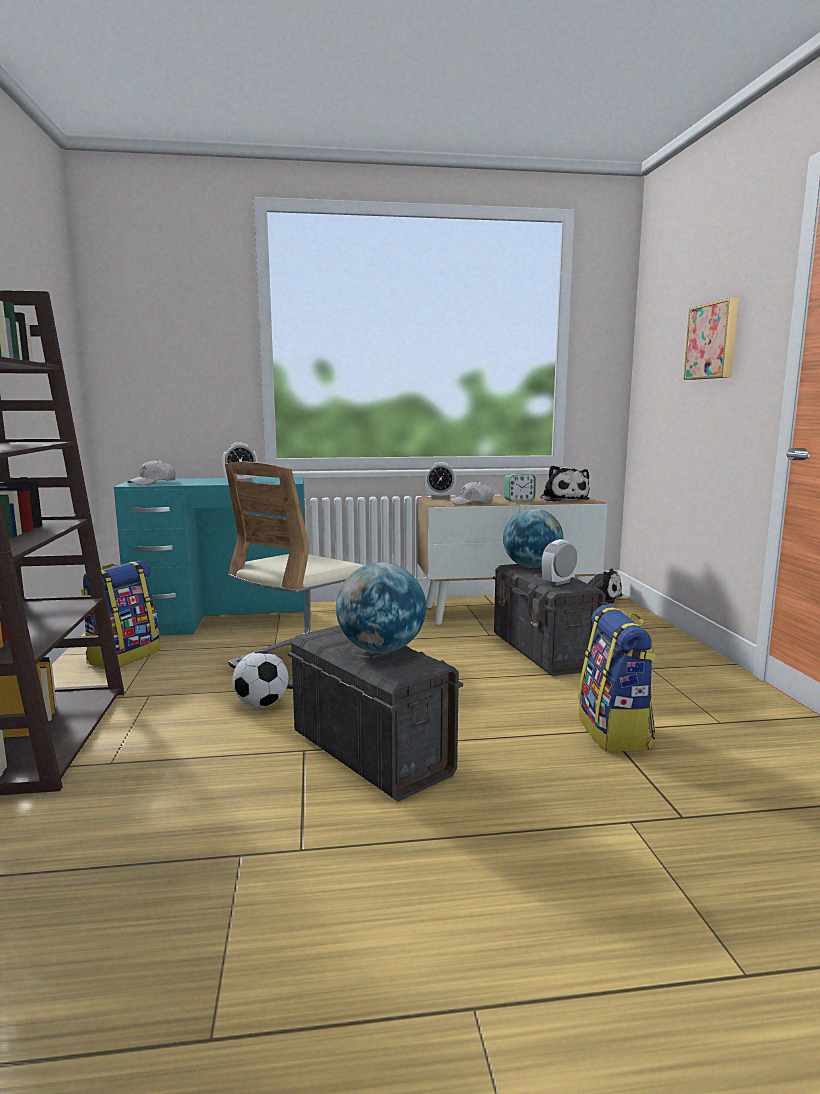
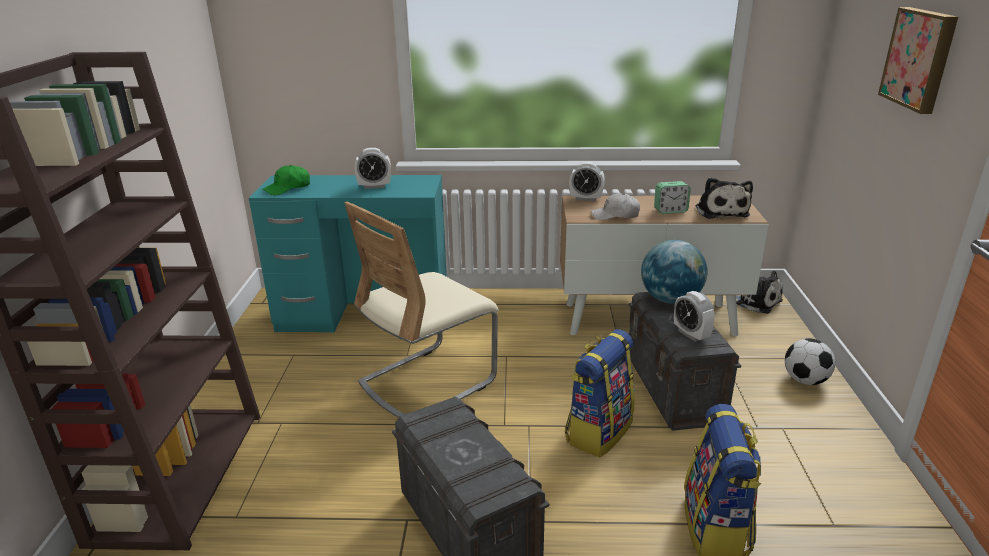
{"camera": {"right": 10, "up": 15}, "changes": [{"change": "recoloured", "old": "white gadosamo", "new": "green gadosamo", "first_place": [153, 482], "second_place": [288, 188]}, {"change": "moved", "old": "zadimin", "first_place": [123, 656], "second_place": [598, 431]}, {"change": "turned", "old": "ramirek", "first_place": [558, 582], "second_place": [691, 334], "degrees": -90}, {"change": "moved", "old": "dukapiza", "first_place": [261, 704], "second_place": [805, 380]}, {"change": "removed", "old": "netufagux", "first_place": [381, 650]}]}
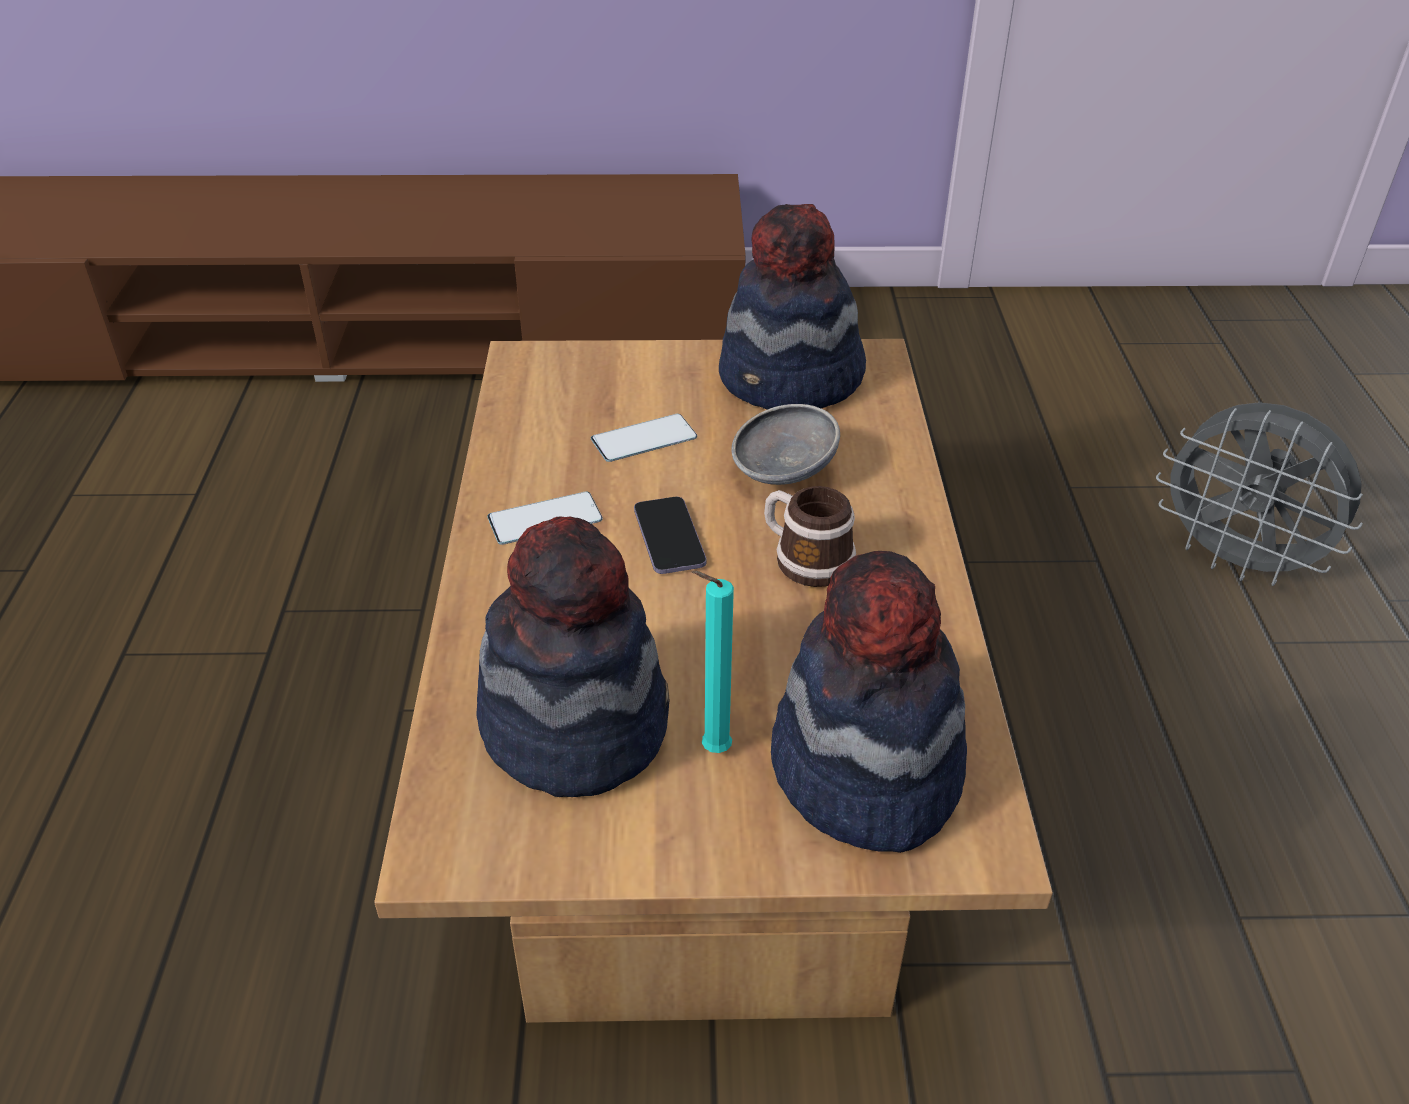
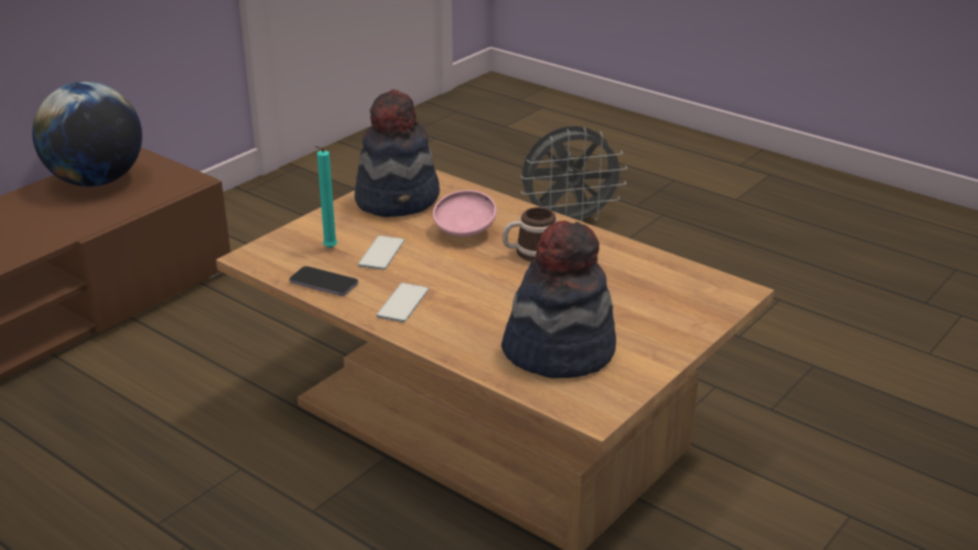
{"camera": {"right": -50, "up": -10}, "changes": [{"change": "added", "new": "netufagux", "second_place": [96, 181]}, {"change": "moved", "old": "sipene", "first_place": [669, 538], "second_place": [324, 283]}, {"change": "moved", "old": "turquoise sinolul", "first_place": [711, 750], "second_place": [329, 249]}, {"change": "recoloured", "old": "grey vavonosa", "new": "pink vavonosa", "first_place": [781, 473], "second_place": [464, 232]}, {"change": "removed", "old": "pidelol", "first_place": [864, 772]}]}
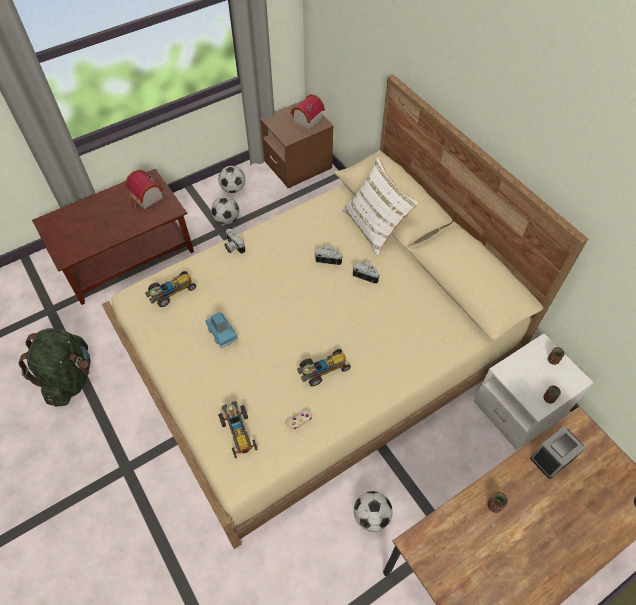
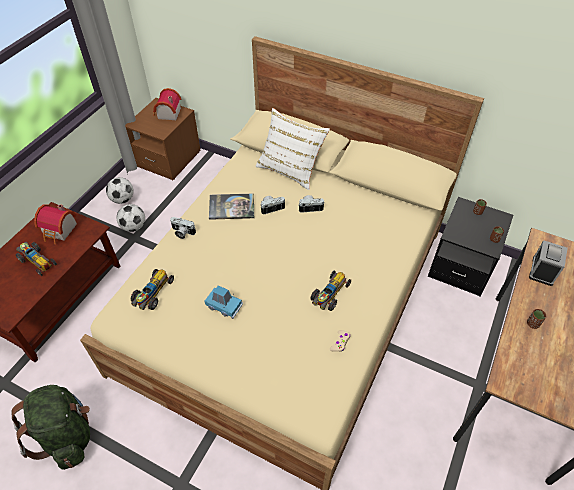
{"camera": {"right": -30, "up": -5}, "changes": [{"change": "moved", "old": "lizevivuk", "first_place": [238, 431], "second_place": [37, 261]}, {"change": "added", "new": "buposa", "second_place": [231, 207]}, {"change": "recoloured", "old": "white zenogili", "new": "black zenogili", "first_place": [519, 408], "second_place": [461, 265]}, {"change": "removed", "old": "dukapiza", "first_place": [371, 516]}]}
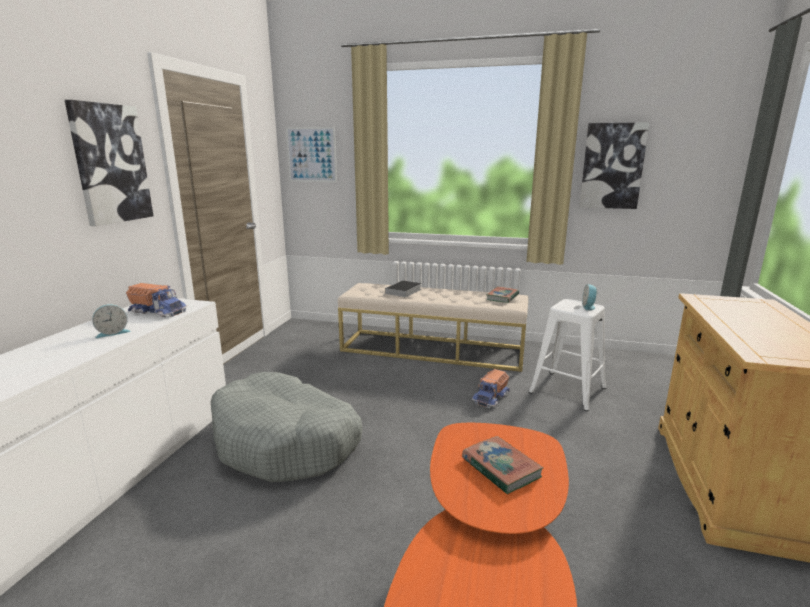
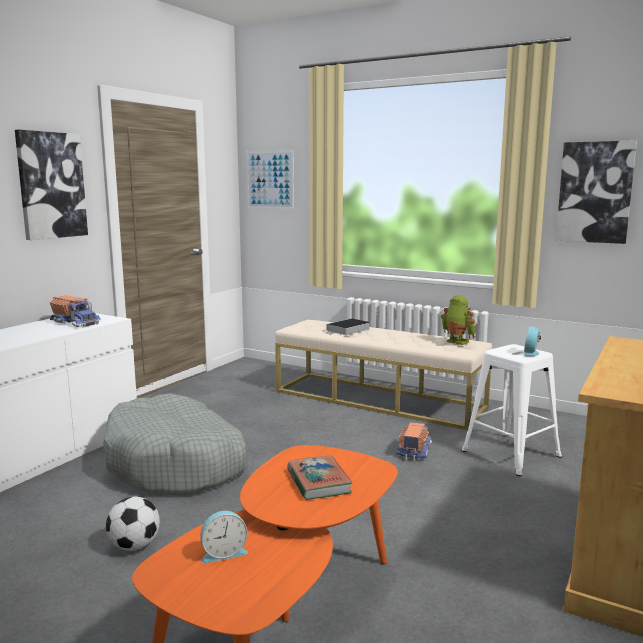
{"camera": {"right": 15, "up": -5}, "changes": [{"change": "added", "new": "dukapiza", "second_place": [134, 546]}, {"change": "moved", "old": "ramirek", "first_place": [112, 333], "second_place": [223, 553]}, {"change": "turned", "old": "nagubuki", "first_place": [491, 397], "second_place": [413, 450], "degrees": 150}, {"change": "replaced", "old": "buposa", "new": "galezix", "first_place": [502, 297], "second_place": [456, 342]}]}
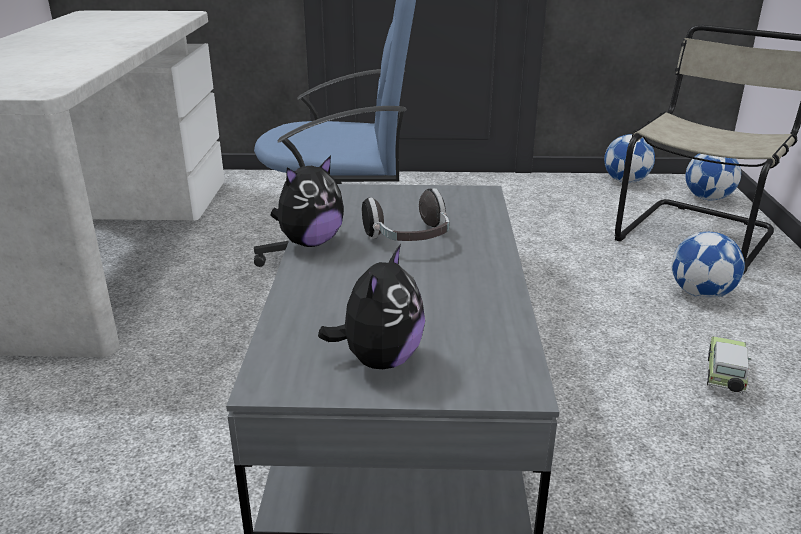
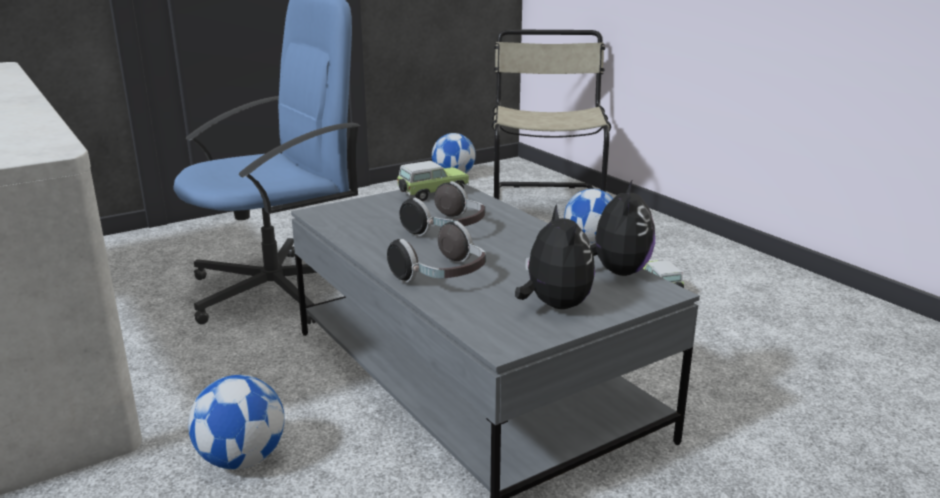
{"camera": {"right": -35, "up": -5}, "changes": [{"change": "moved", "old": "dukapiza", "first_place": [708, 198], "second_place": [242, 459]}, {"change": "added", "new": "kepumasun", "second_place": [442, 277]}, {"change": "added", "new": "lizevivuk", "second_place": [431, 194]}, {"change": "moved", "old": "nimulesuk", "first_place": [310, 242], "second_place": [617, 272]}]}
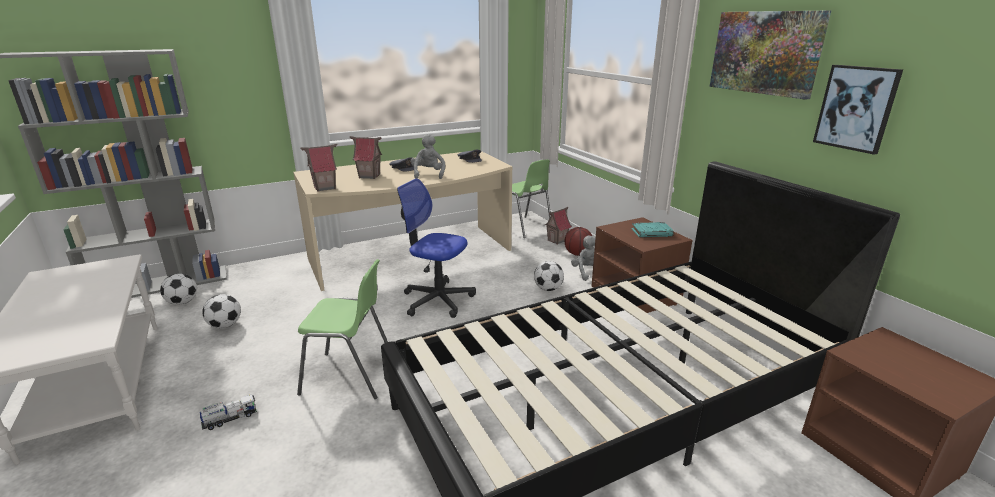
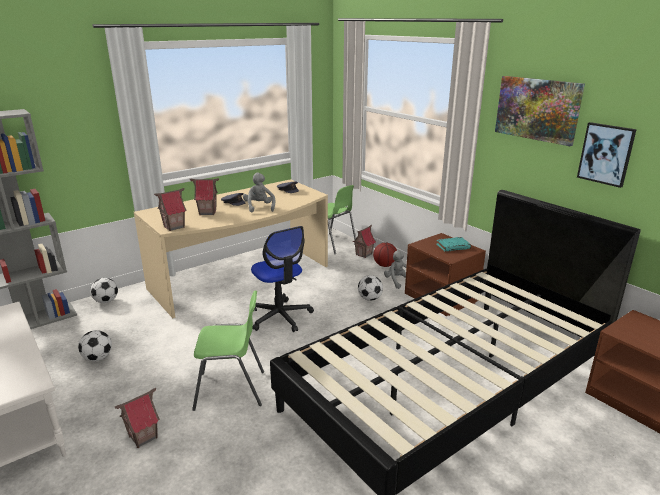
{"camera": {"right": -10, "up": 0}, "changes": [{"change": "moved", "old": "dukapiza", "first_place": [182, 302], "second_place": [106, 301]}, {"change": "replaced", "old": "nagubuki", "new": "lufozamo", "first_place": [230, 419], "second_place": [143, 437]}, {"change": "turned", "old": "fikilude", "first_place": [438, 300], "second_place": [280, 317], "degrees": -135}]}
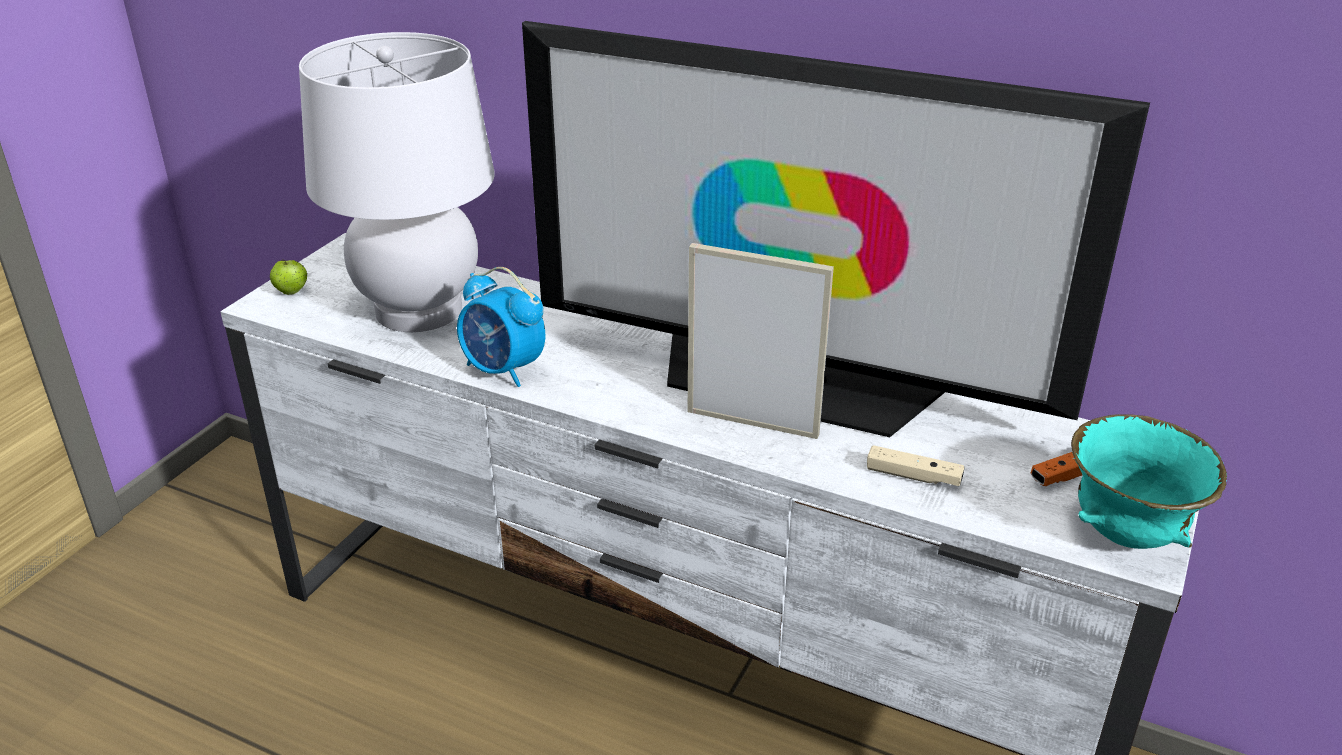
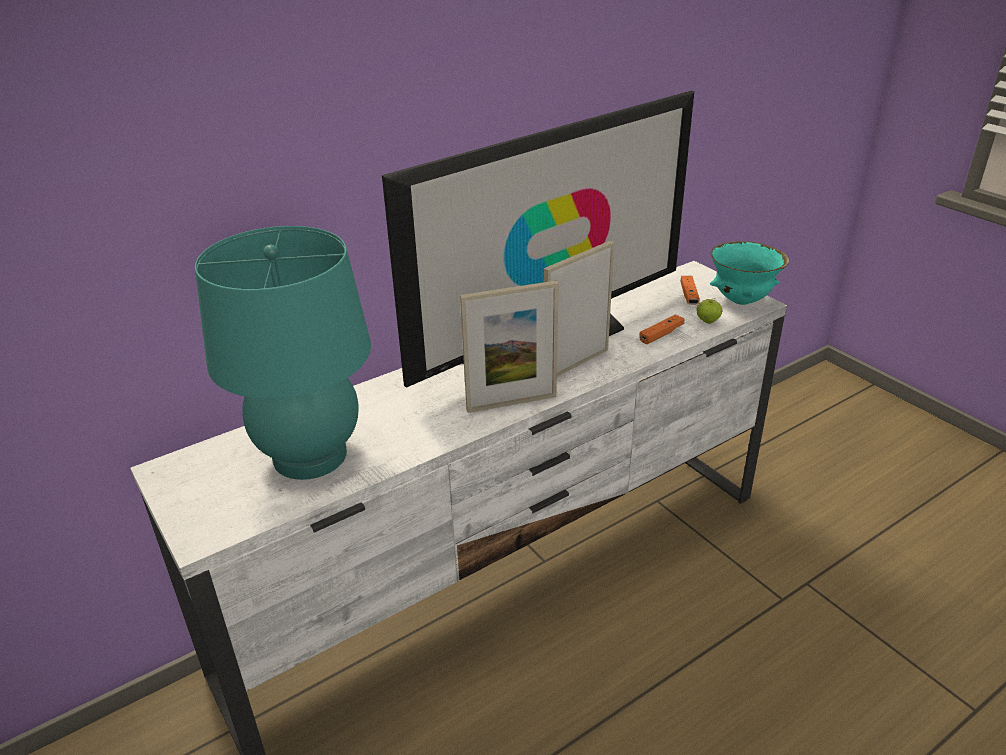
{"camera": {"right": -60, "up": 0}, "changes": [{"change": "recoloured", "old": "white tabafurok", "new": "turquoise tabafurok", "first_place": [419, 310], "second_place": [310, 455]}, {"change": "added", "new": "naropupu", "second_place": [511, 403]}, {"change": "recoloured", "old": "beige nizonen", "new": "orange nizonen", "first_place": [913, 476], "second_place": [661, 334]}, {"change": "moved", "old": "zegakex", "first_place": [291, 292], "second_place": [707, 321]}, {"change": "removed", "old": "ramirek", "first_place": [503, 370]}]}
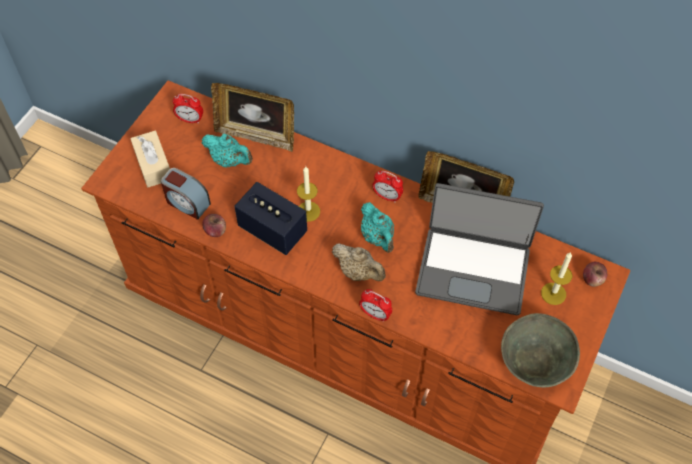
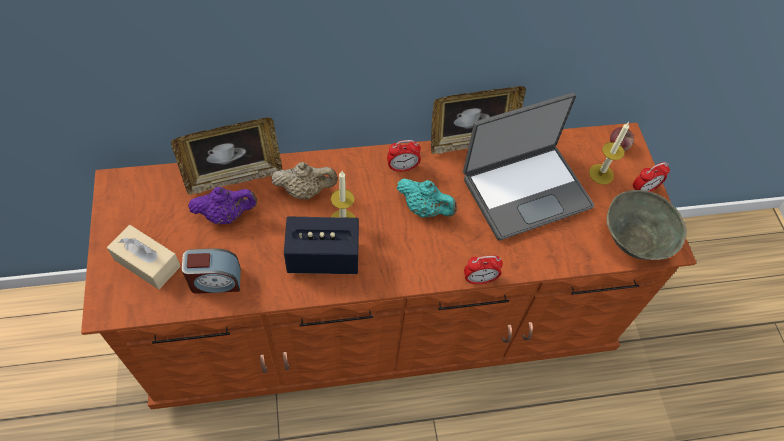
{"camera": {"right": -40, "up": 0}, "changes": [{"change": "recoloured", "old": "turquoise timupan", "new": "purple timupan", "first_place": [229, 160], "second_place": [226, 215]}, {"change": "moved", "old": "beige timupan", "first_place": [358, 272], "second_place": [305, 191]}, {"change": "moved", "old": "ramirek", "first_place": [190, 120], "second_place": [643, 190]}, {"change": "removed", "old": "zegakex", "first_place": [215, 231]}]}
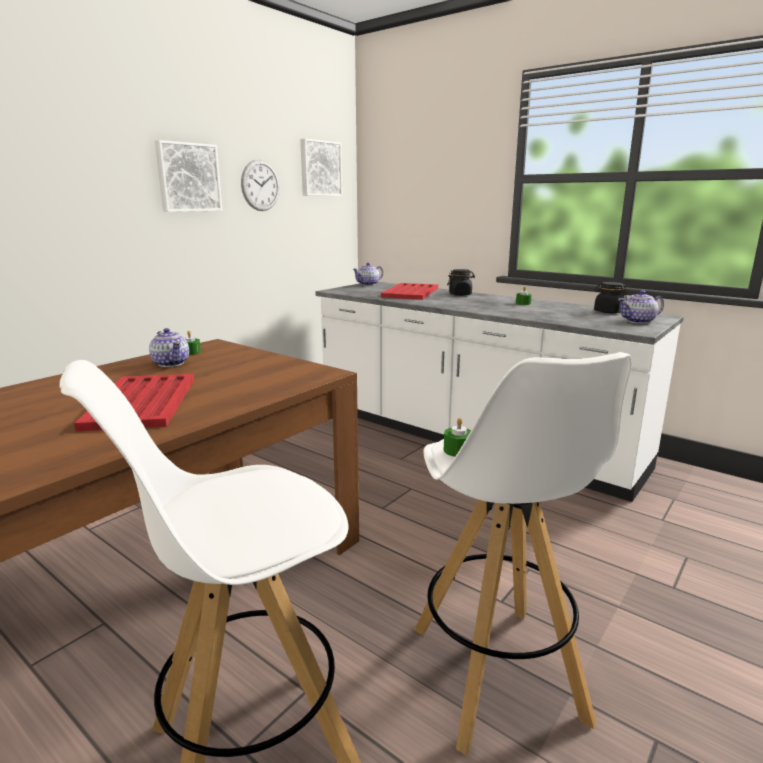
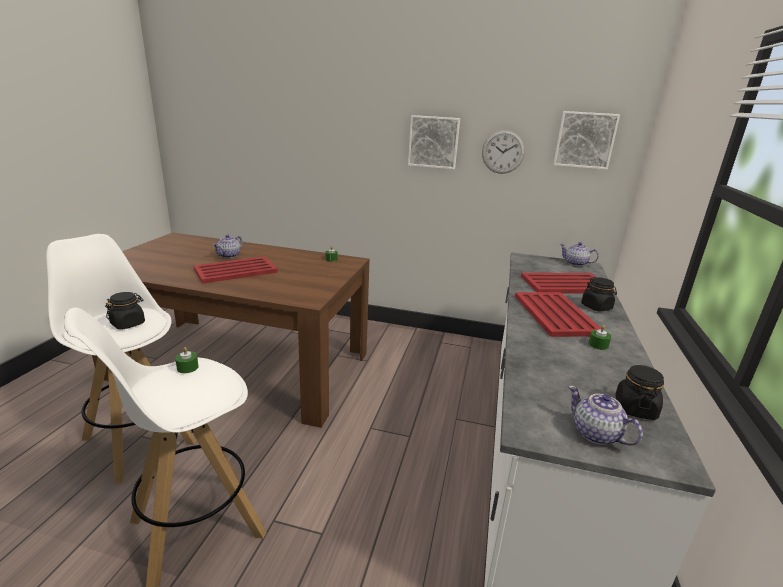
{"camera": {"right": 65, "up": 5}, "changes": [{"change": "added", "new": "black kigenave", "second_place": [128, 324]}, {"change": "moved", "old": "timupan", "first_place": [171, 363], "second_place": [229, 255]}, {"change": "added", "new": "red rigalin", "second_place": [555, 315]}]}
